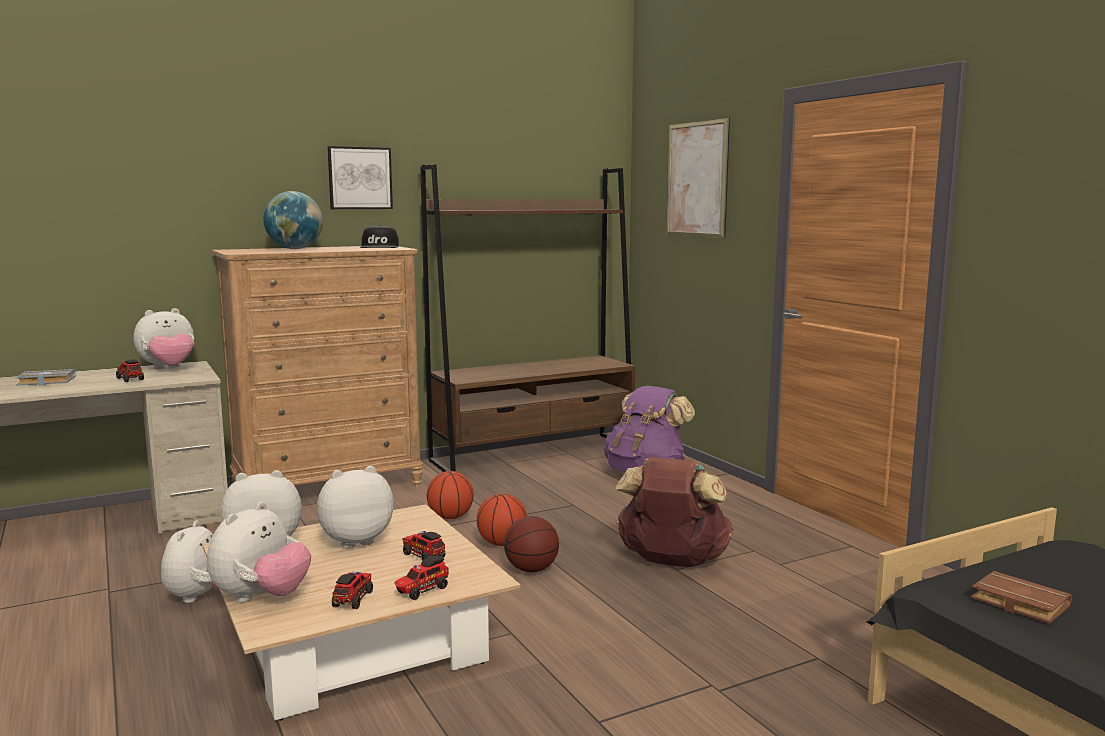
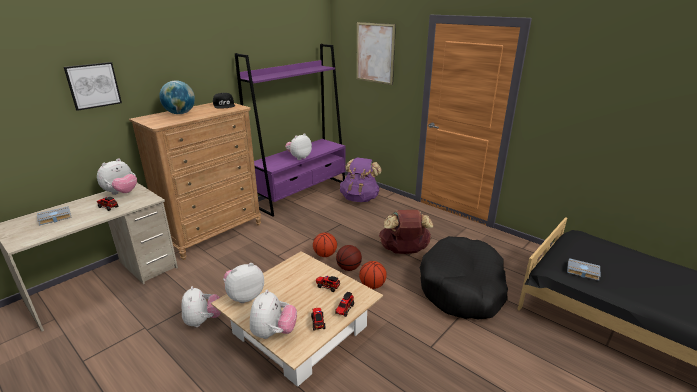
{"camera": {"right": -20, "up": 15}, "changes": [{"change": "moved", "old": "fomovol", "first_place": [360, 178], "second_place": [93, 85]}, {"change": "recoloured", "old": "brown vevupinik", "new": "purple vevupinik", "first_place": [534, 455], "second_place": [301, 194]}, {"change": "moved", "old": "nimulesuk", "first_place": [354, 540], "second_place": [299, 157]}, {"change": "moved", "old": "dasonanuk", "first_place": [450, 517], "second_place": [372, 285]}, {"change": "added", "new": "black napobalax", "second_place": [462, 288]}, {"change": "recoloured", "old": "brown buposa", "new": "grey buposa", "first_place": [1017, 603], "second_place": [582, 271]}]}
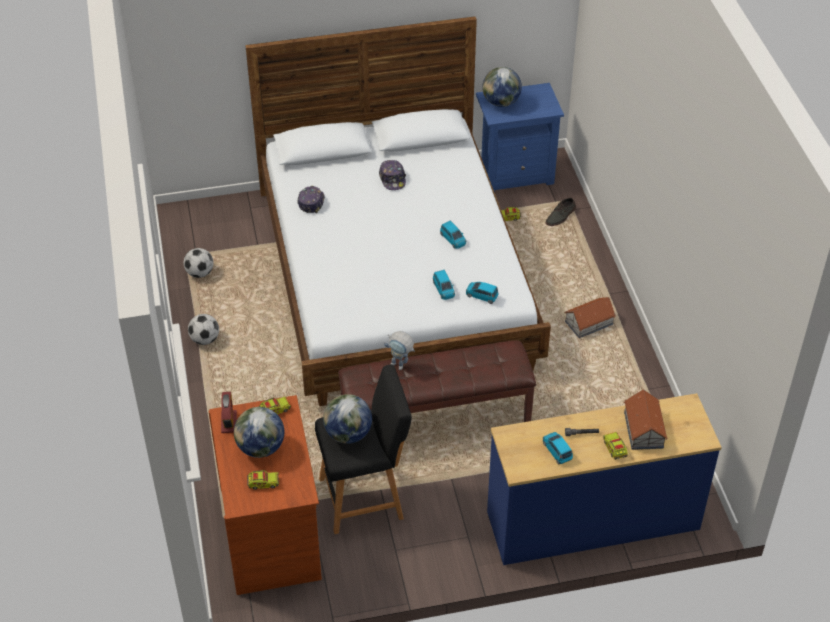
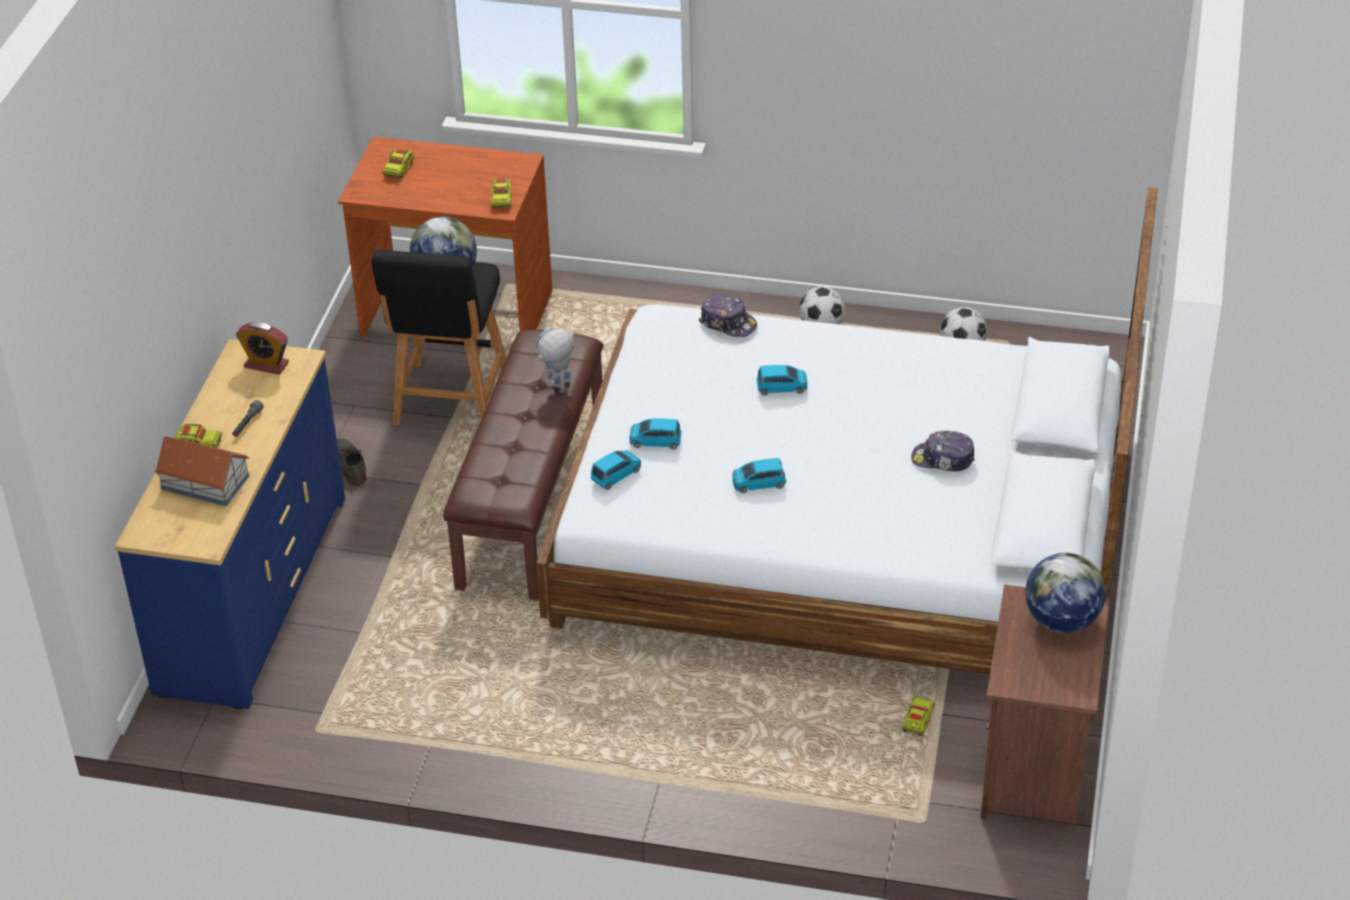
{"camera": {"right": 115, "up": -5}, "changes": [{"change": "moved", "old": "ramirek", "first_place": [229, 422], "second_place": [266, 365]}, {"change": "moved", "old": "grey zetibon", "first_place": [561, 216], "second_place": [348, 465]}, {"change": "moved", "old": "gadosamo", "first_place": [311, 202], "second_place": [728, 323]}, {"change": "moved", "old": "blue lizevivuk", "first_place": [557, 451], "second_place": [782, 387]}, {"change": "recoloured", "old": "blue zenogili", "new": "brown zenogili", "first_place": [515, 173], "second_place": [1035, 773]}, {"change": "removed", "old": "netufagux", "first_place": [260, 448]}, {"change": "removed", "old": "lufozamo", "first_place": [589, 323]}]}
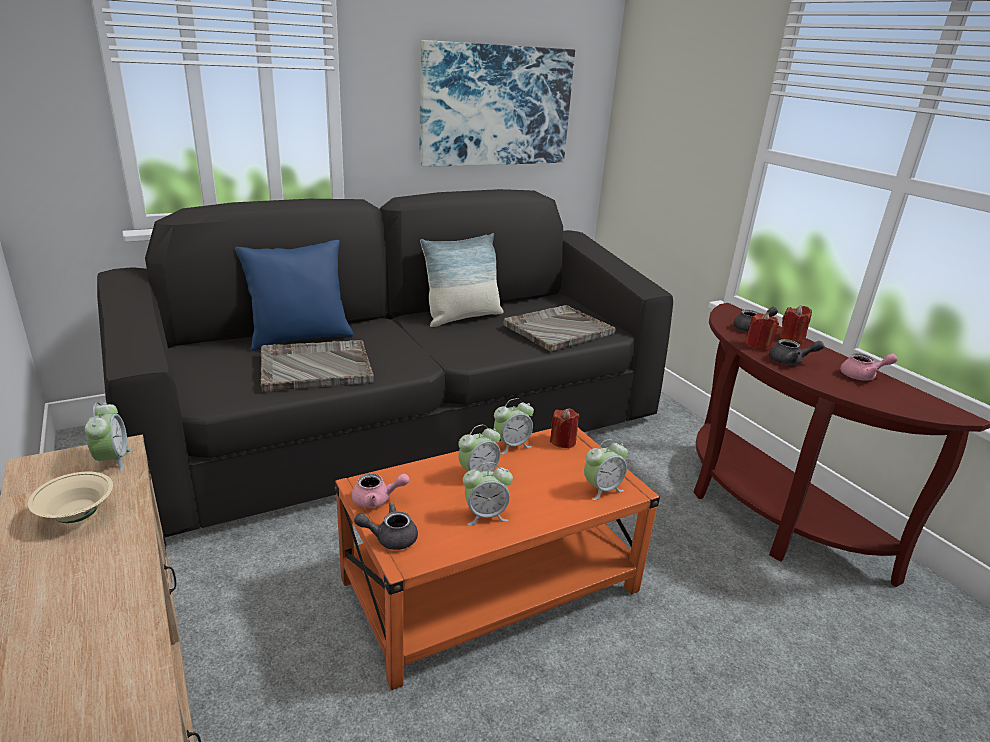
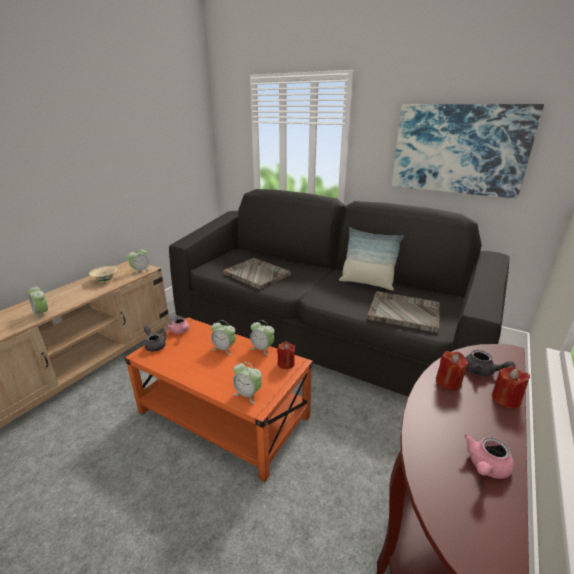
{"camera": {"right": 60, "up": 0}, "changes": [{"change": "moved", "old": "ramirek", "first_place": [485, 515], "second_place": [42, 313]}, {"change": "turned", "old": "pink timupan", "first_place": [862, 376], "second_place": [485, 467], "degrees": 75}, {"change": "removed", "old": "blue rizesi", "first_place": [300, 338]}, {"change": "removed", "old": "grey timupan", "first_place": [790, 361]}]}
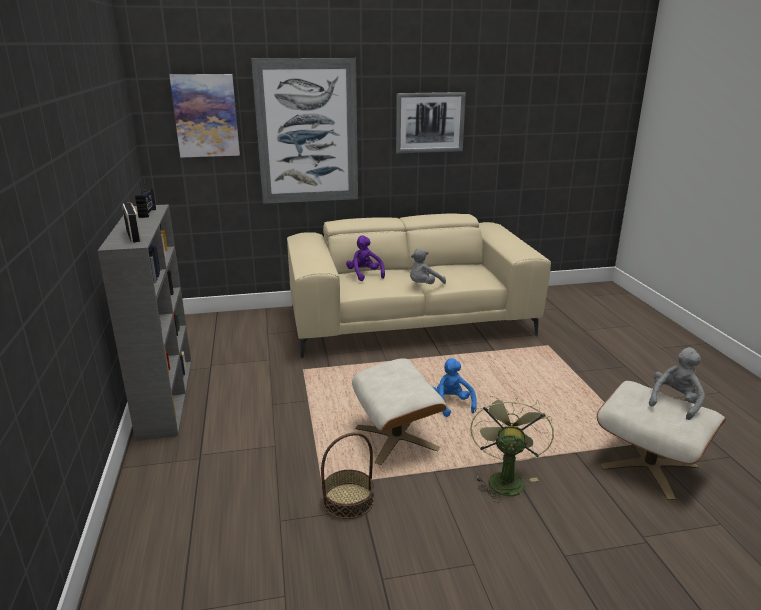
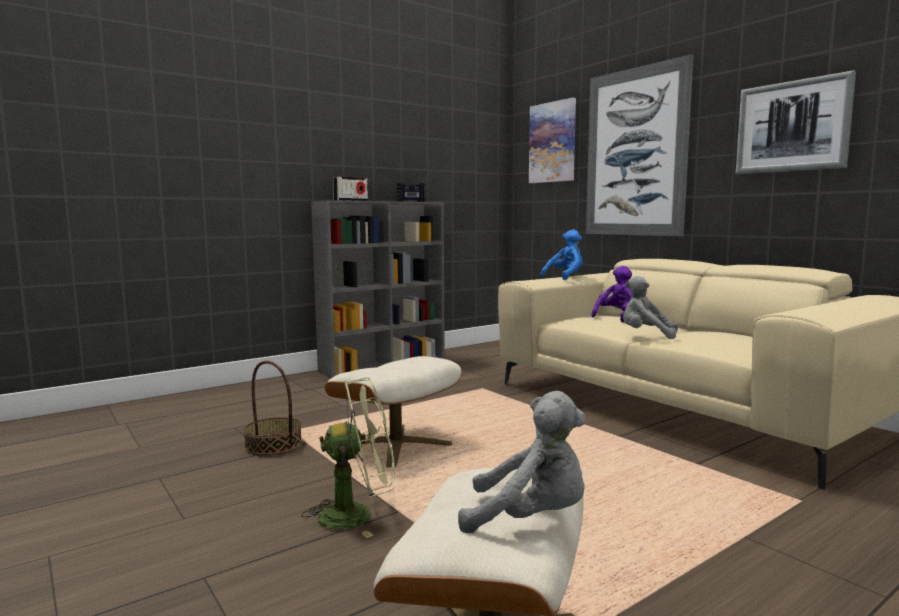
{"camera": {"right": 65, "up": -15}, "changes": [{"change": "moved", "old": "blue nimulesuk", "first_place": [451, 404], "second_place": [565, 277]}]}
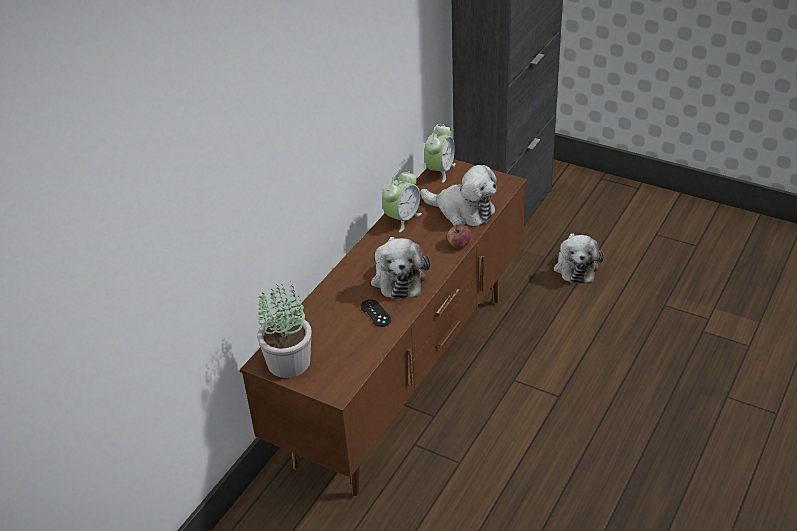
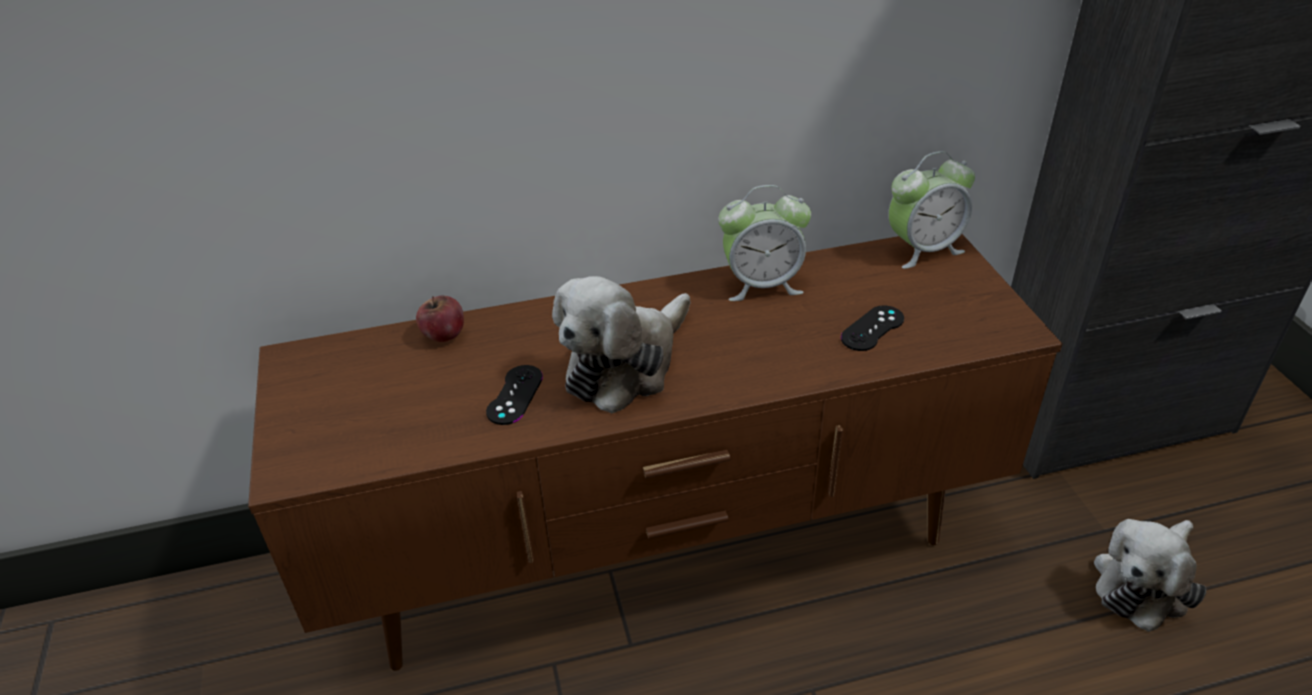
{"camera": {"right": 45, "up": 0}, "changes": [{"change": "moved", "old": "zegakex", "first_place": [459, 244], "second_place": [443, 335]}, {"change": "replaced", "old": "nimulesuk", "new": "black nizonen", "first_place": [462, 211], "second_place": [872, 328]}, {"change": "removed", "old": "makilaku", "first_place": [290, 362]}]}
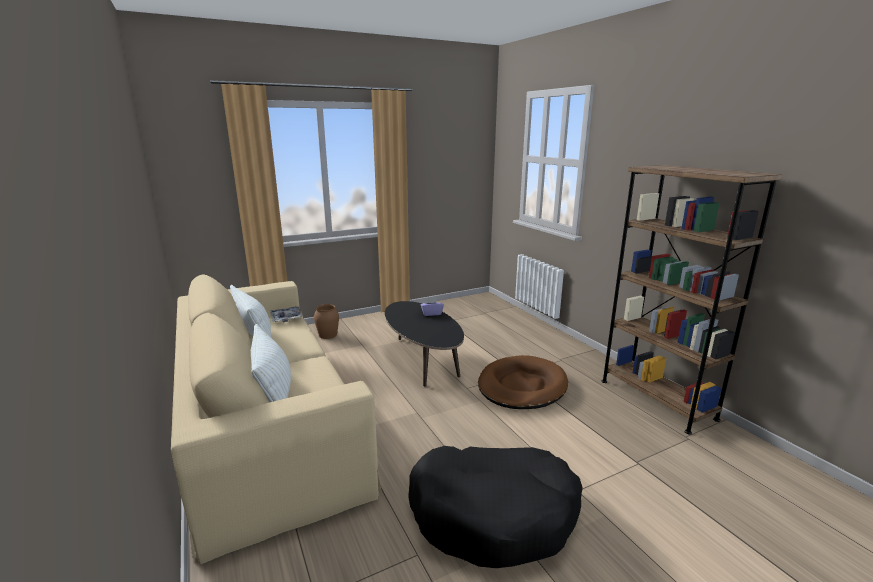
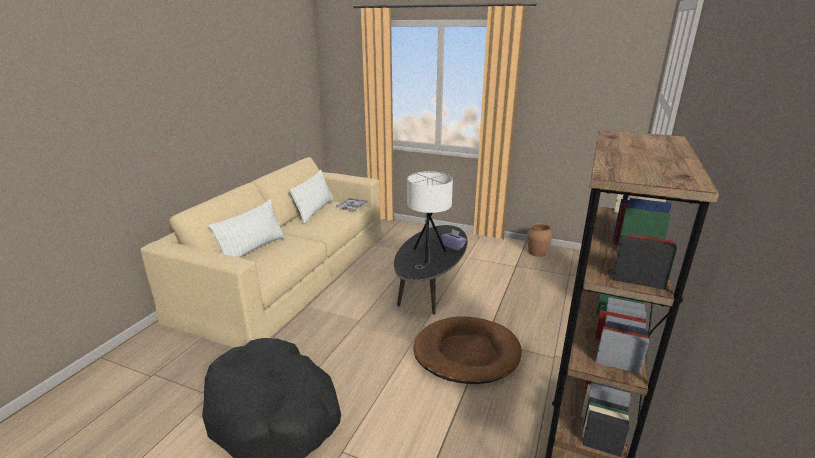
{"camera": {"right": 50, "up": 5}, "changes": [{"change": "added", "new": "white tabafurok", "second_place": [427, 256]}, {"change": "moved", "old": "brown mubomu", "first_place": [328, 335], "second_place": [537, 252]}]}
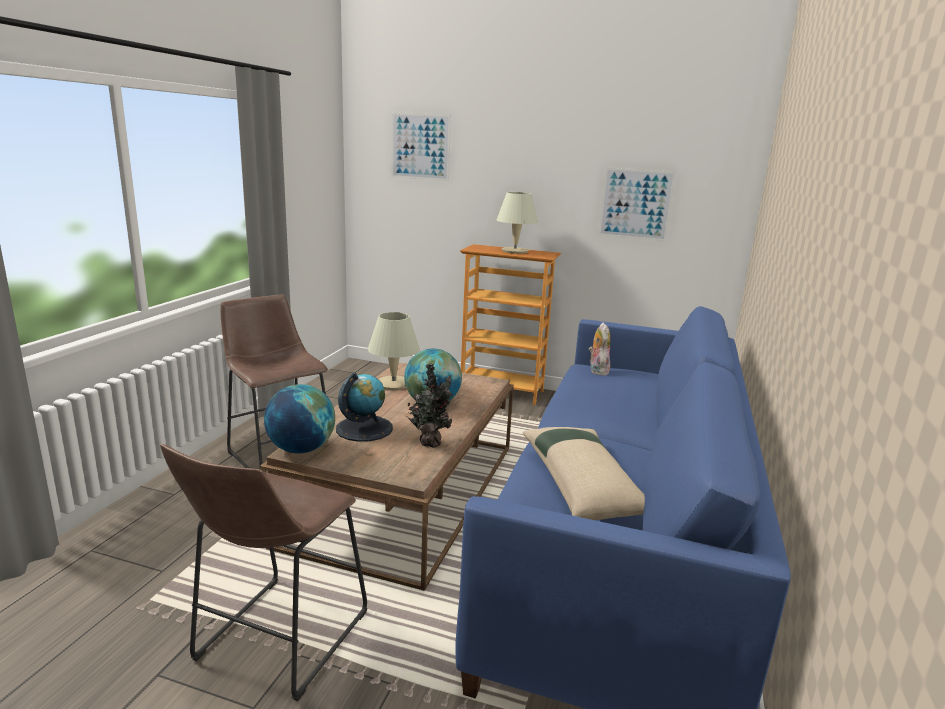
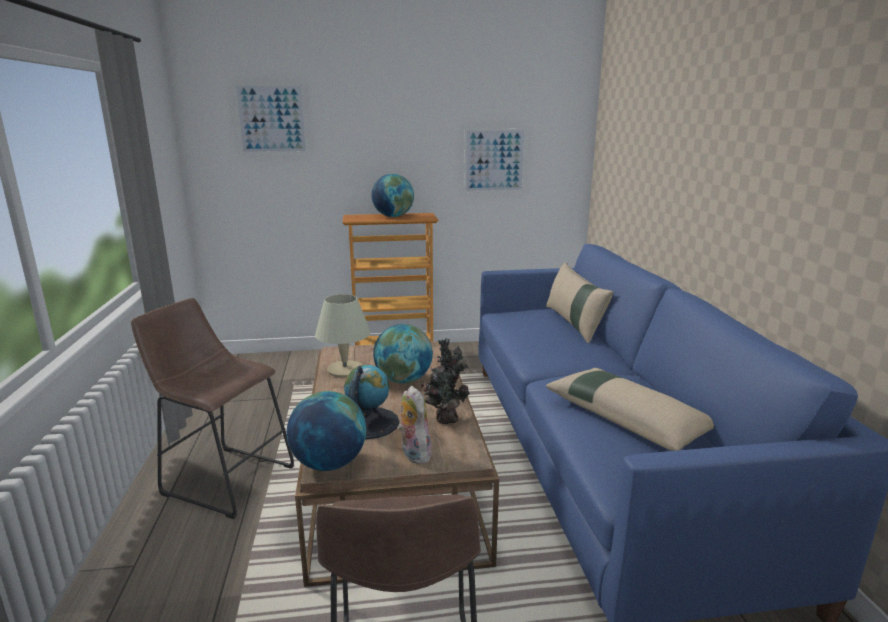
{"camera": {"right": -25, "up": 0}, "changes": [{"change": "replaced", "old": "beige tabafurok", "new": "netufagux", "first_place": [515, 251], "second_place": [393, 216]}, {"change": "moved", "old": "nimulesuk", "first_place": [597, 371], "second_place": [413, 454]}, {"change": "added", "new": "beige rizesi", "second_place": [574, 323]}]}
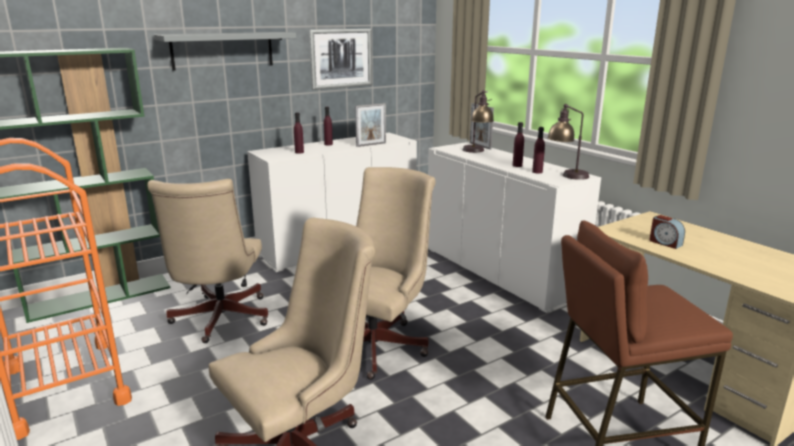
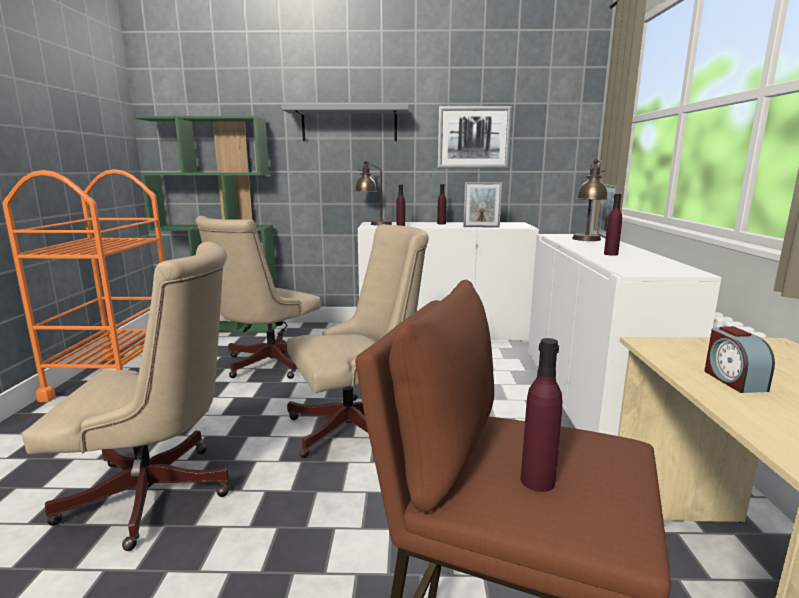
{"camera": {"right": 35, "up": -5}, "changes": [{"change": "moved", "old": "tabafurok", "first_place": [566, 176], "second_place": [373, 224]}, {"change": "moved", "old": "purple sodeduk", "first_place": [537, 172], "second_place": [537, 481]}]}
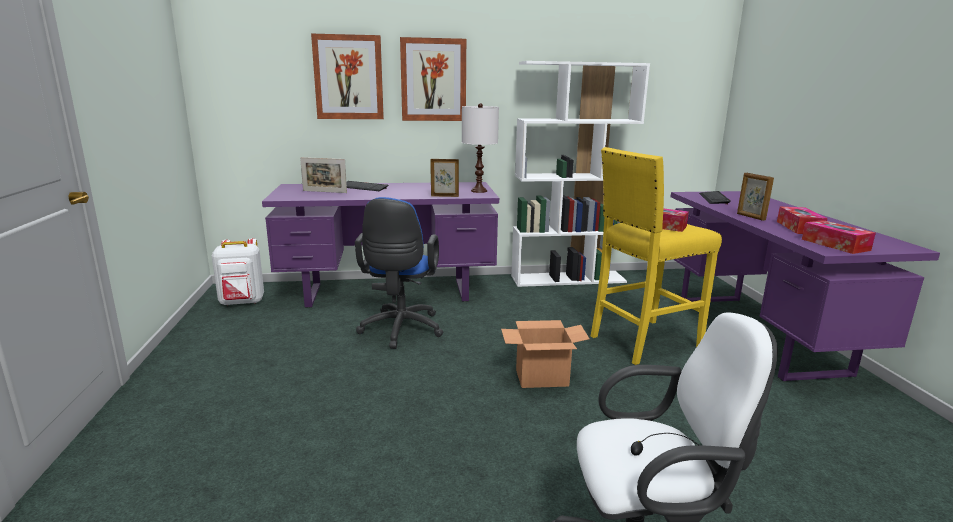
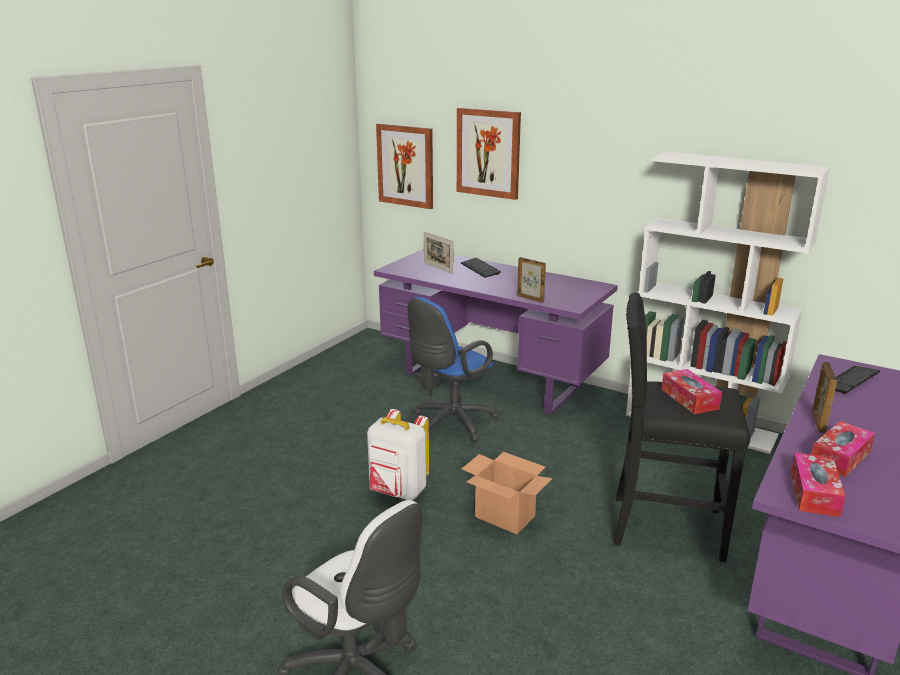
{"camera": {"right": 40, "up": 5}, "changes": [{"change": "moved", "old": "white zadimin", "first_place": [242, 302], "second_place": [398, 492]}, {"change": "moved", "old": "fomovol", "first_place": [433, 80], "second_place": [405, 165]}, {"change": "recoloured", "old": "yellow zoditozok", "new": "black zoditozok", "first_place": [642, 342], "second_place": [664, 526]}, {"change": "removed", "old": "white tabafurok", "first_place": [478, 191]}]}
